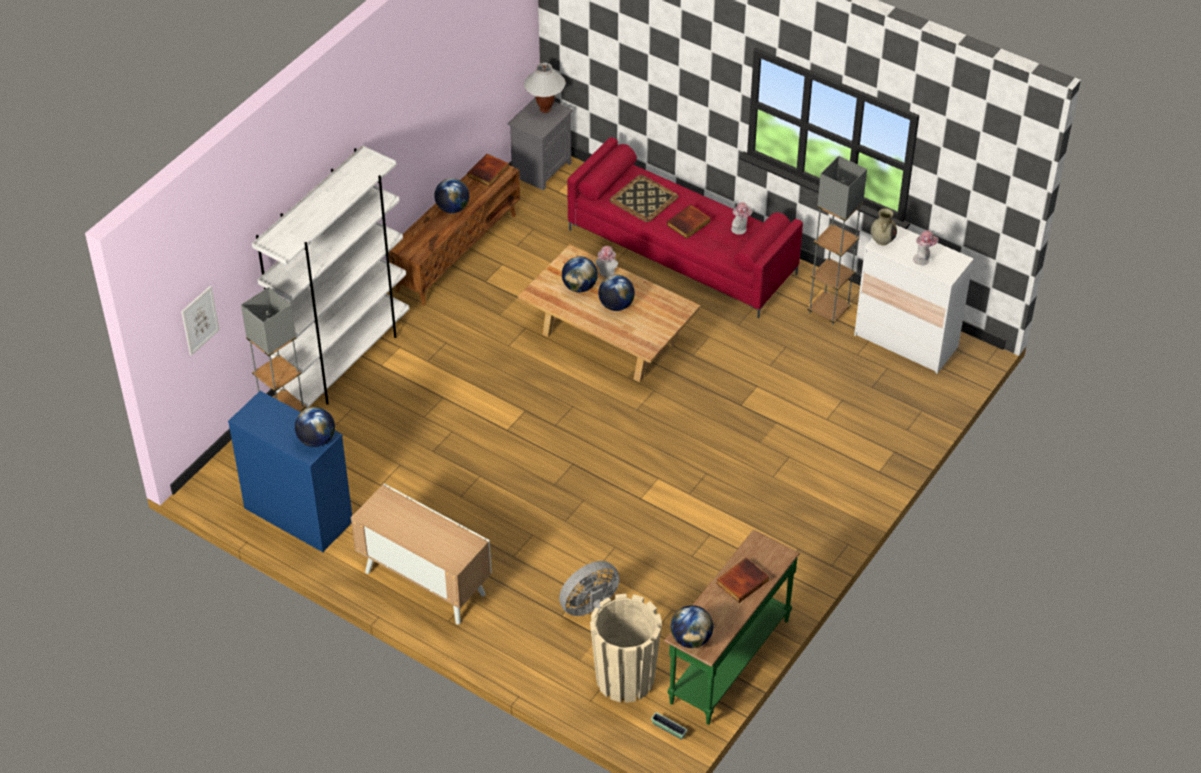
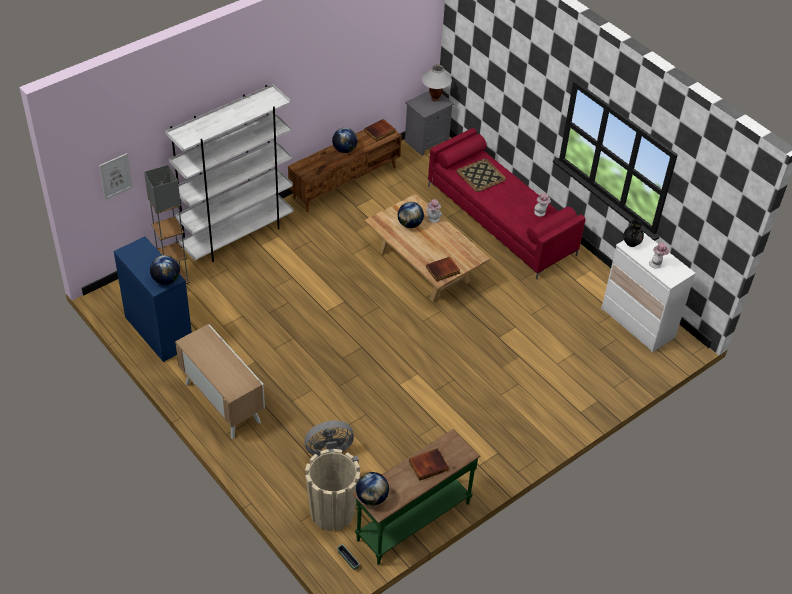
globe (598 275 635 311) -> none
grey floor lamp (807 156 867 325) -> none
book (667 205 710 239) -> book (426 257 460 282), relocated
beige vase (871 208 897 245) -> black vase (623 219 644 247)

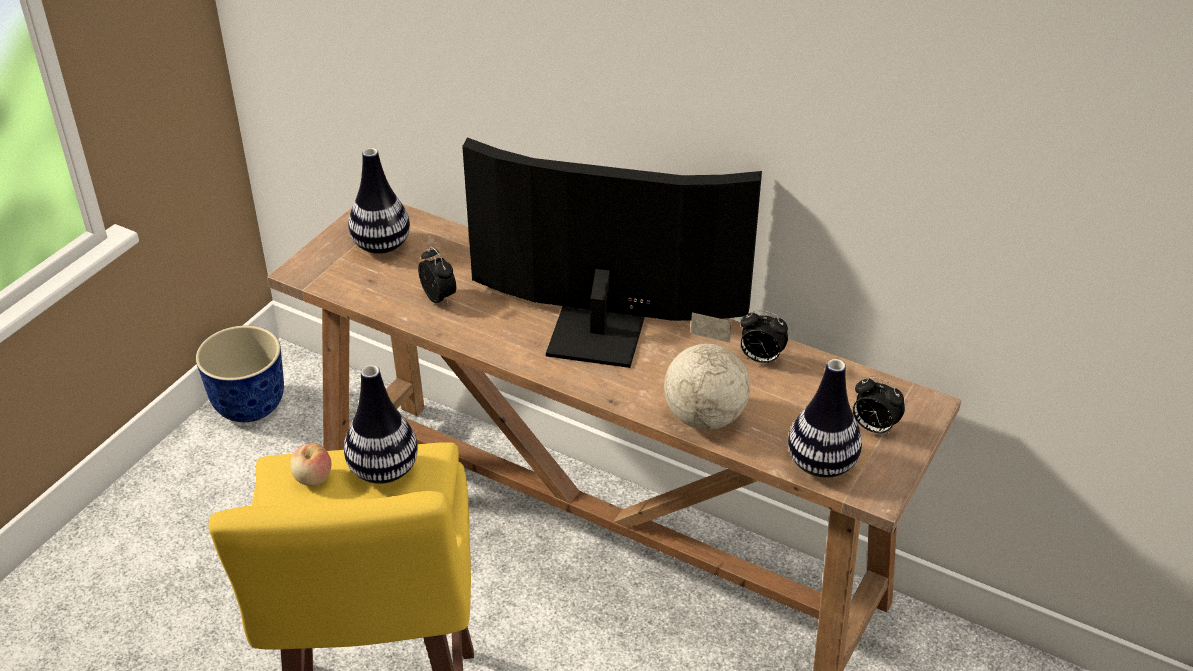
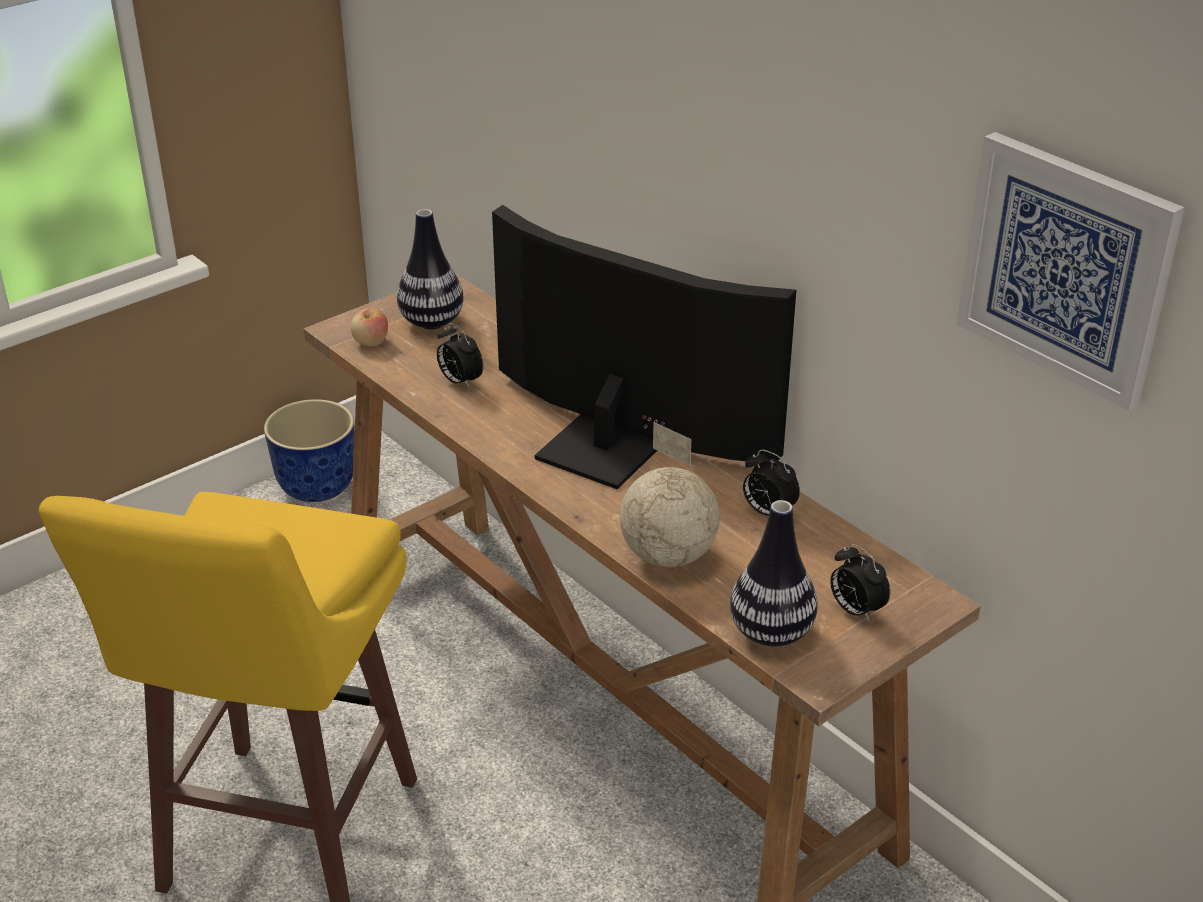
vase (344 365 418 484) -> none
none -> picture (957 132 1185 410)
apple (290 443 331 486) -> apple (351 308 388 347), relocated
alarm clock (418 247 456 305) -> alarm clock (437 323 483 389), 150 degrees clockwise

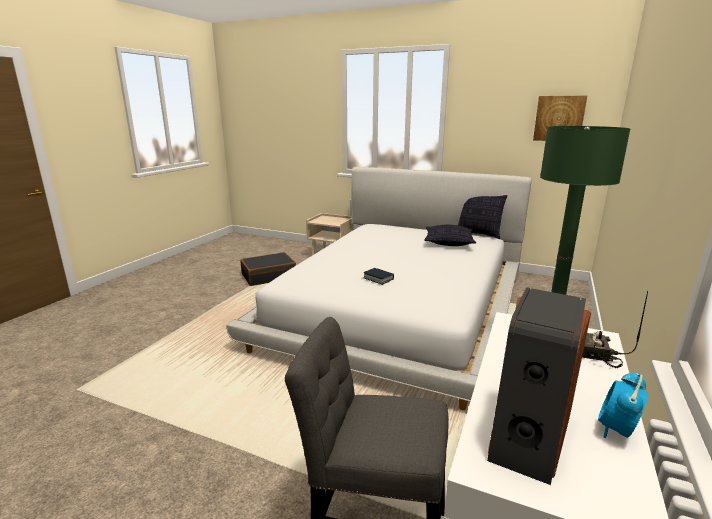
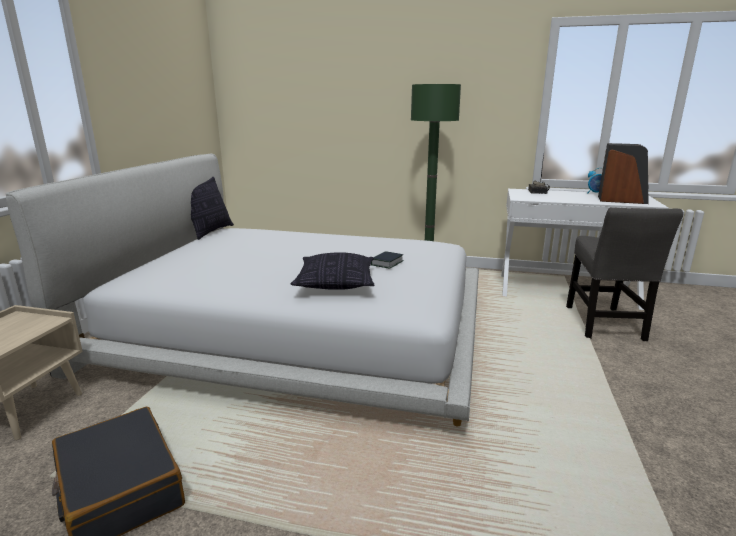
picture (533 96 587 141) -> none
pillow (424 225 476 246) -> pillow (290 252 374 290), relocated

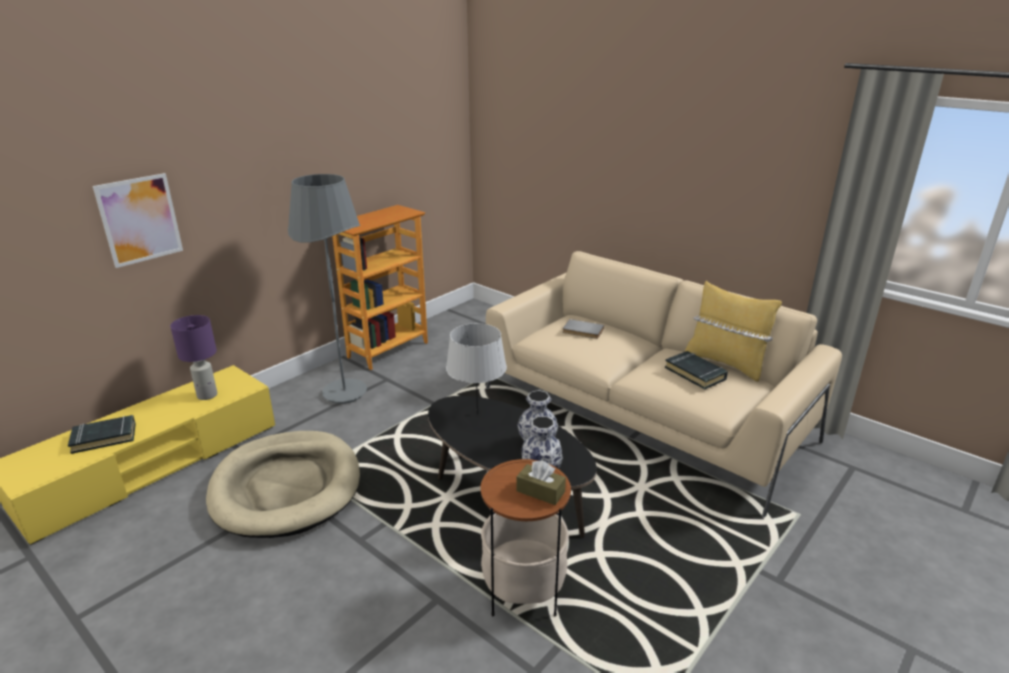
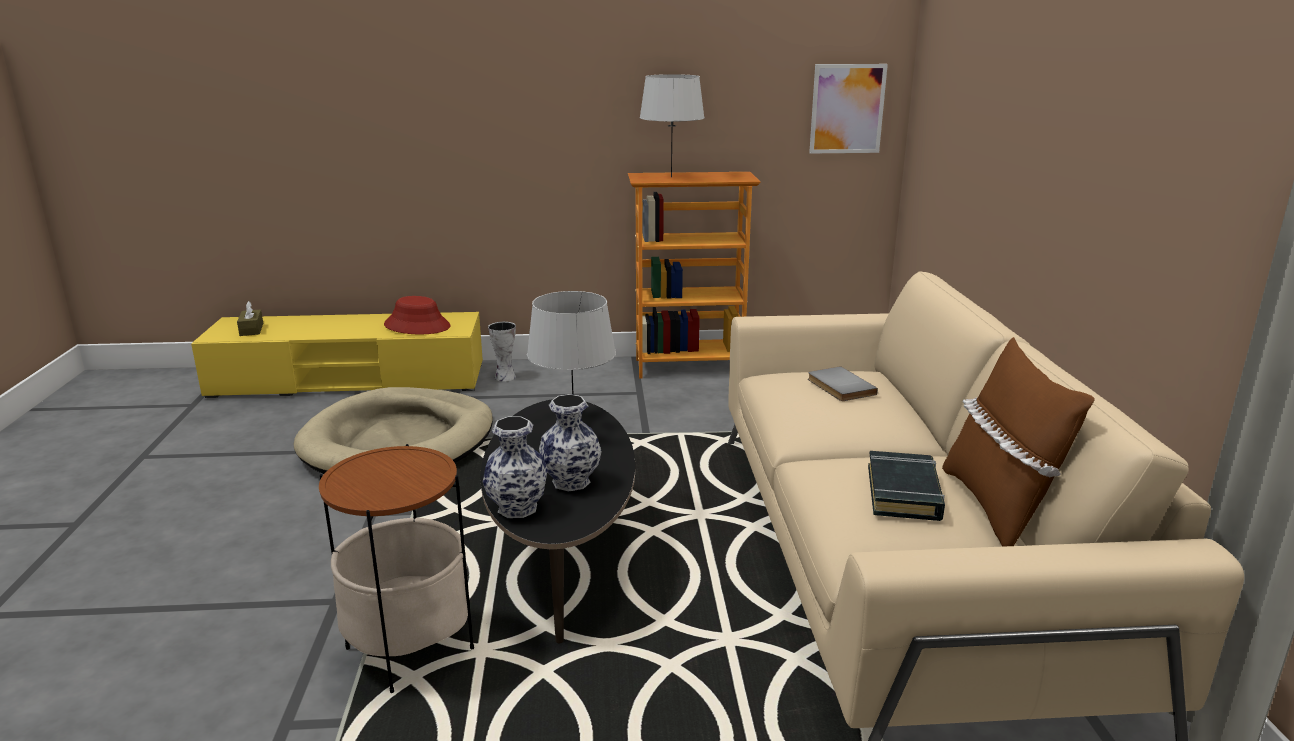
black book (68 415 136 454) -> none
grey floor lamp (288 174 367 404) -> none
none -> vase (488 322 516 382)
none -> grey table lamp (639 74 705 177)
picture (93 173 183 268) -> picture (809 64 888 153), relocated
brown tissue box (516 460 566 505) -> brown tissue box (237 301 263 336), relocated
purple table lamp (170 315 217 400) -> red hat (384 296 451 334)
yellow pillow (684 281 782 382) -> brown pillow (942 337 1095 547)

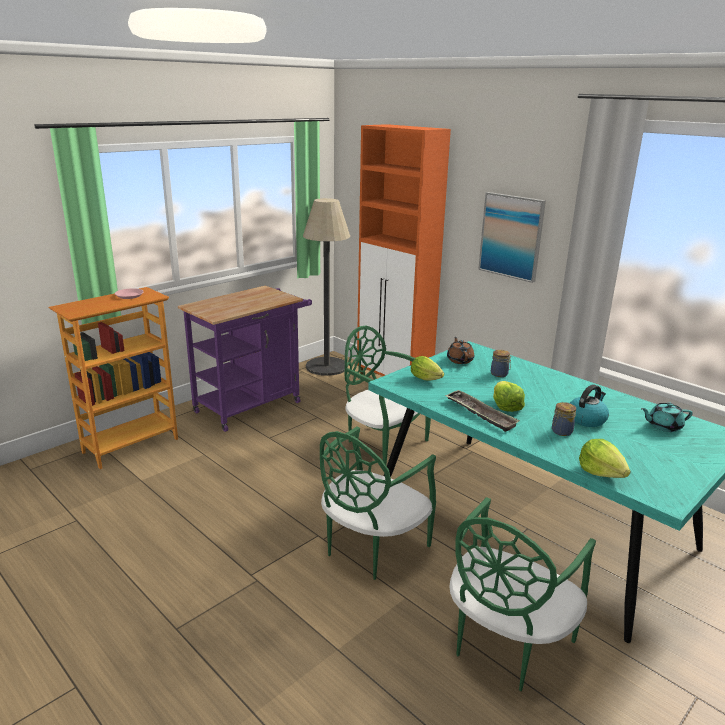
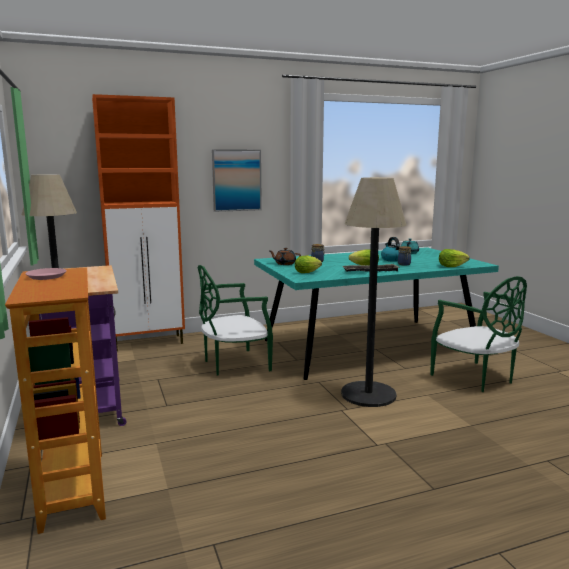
green chair (320 427 436 580) -> floor lamp (341 177 407 407)

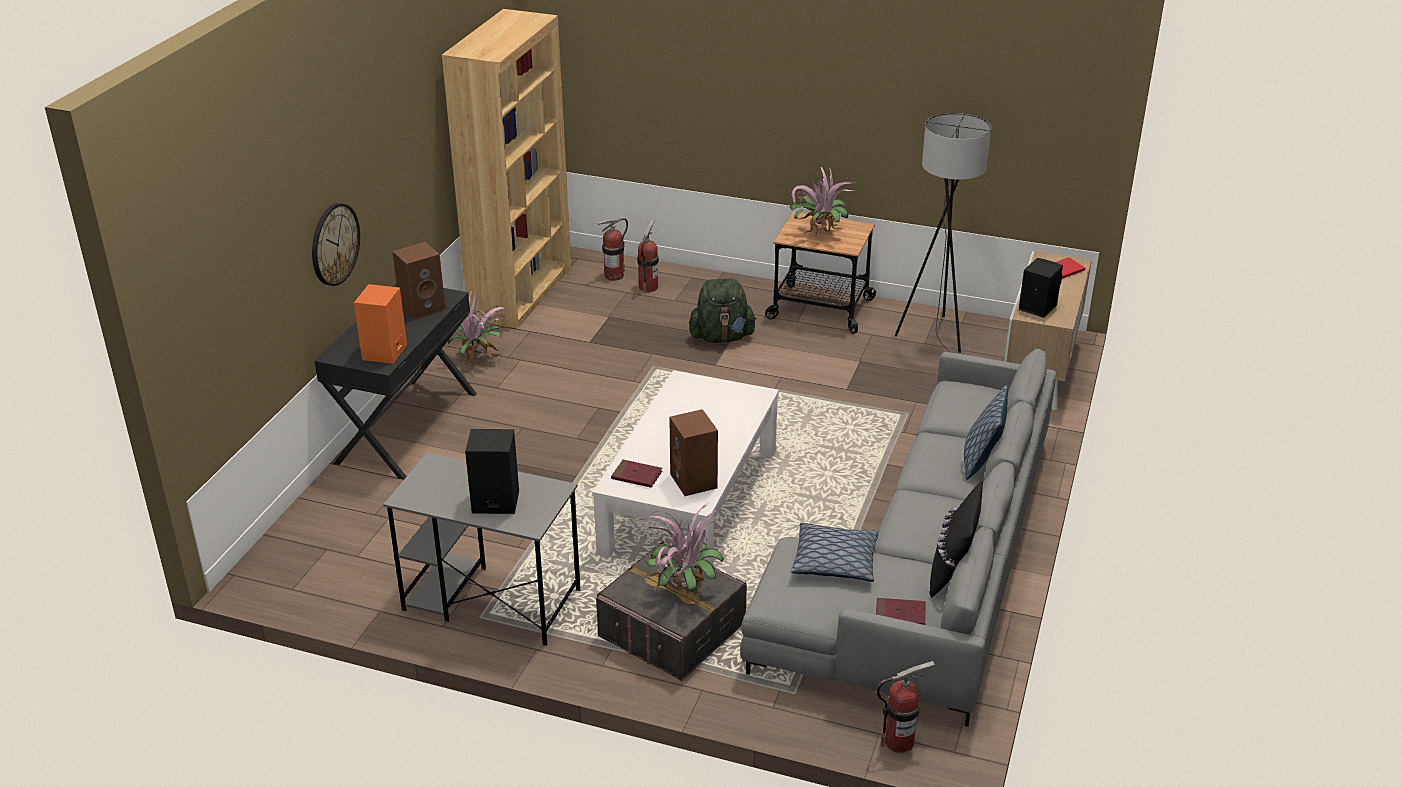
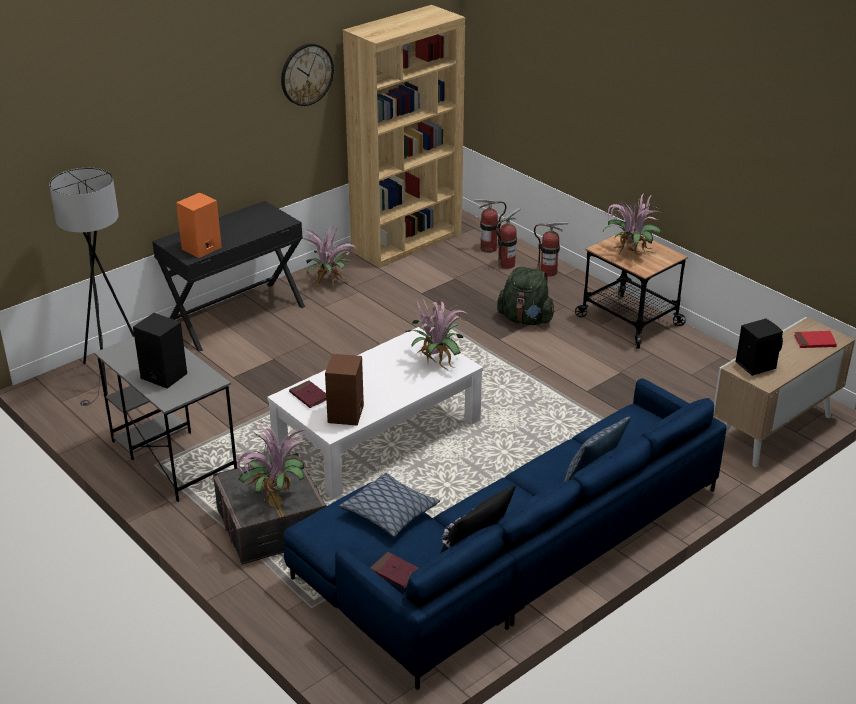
brown speaker (392 242 446 320) -> none
none -> potted plant (406 299 470 373)
wall clock (312 203 360 286) -> wall clock (281 44 334 106), relocated
fire extinguisher (877 661 935 753) -> fire extinguisher (534 222 569 277), relocated
grey floor lamp (895 113 991 353) -> grey floor lamp (49 168 134 406), relocated
grey sofa (740 349 1057 727) -> blue sofa (283 379 727 690)

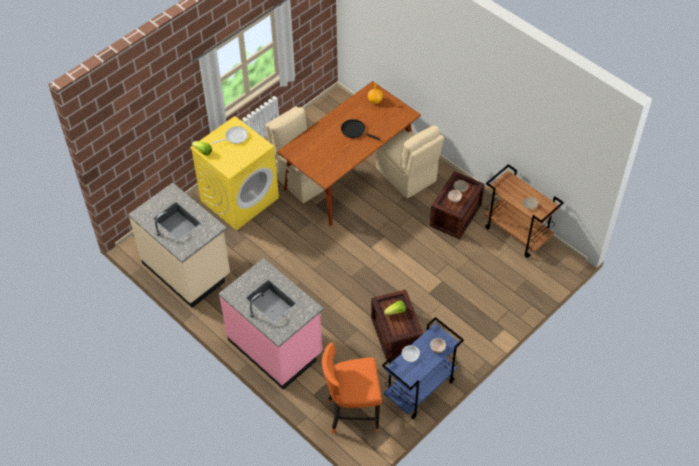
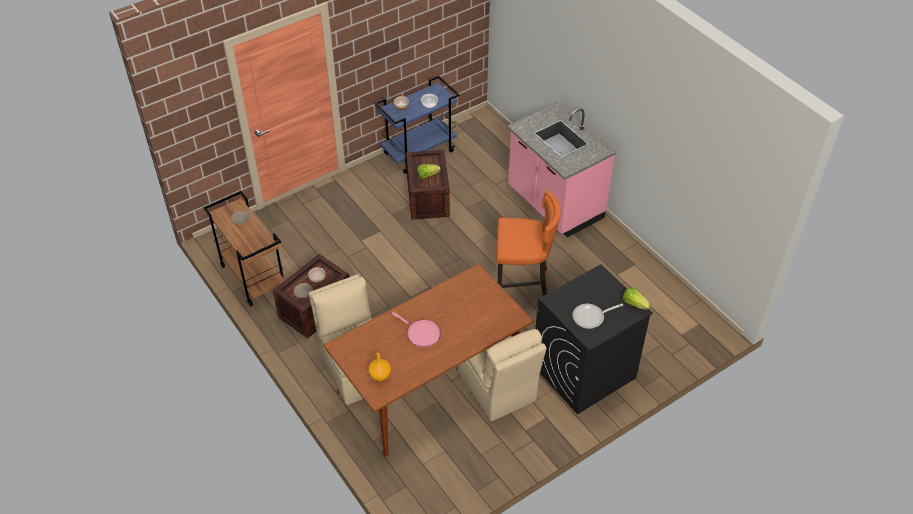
beige counter (128 183 230 308) -> none
orange stool (322 343 382 434) -> orange stool (496 190 561 296), relocated
yellow washing machine (190 116 279 230) -> black washing machine (535 264 653 415)
black frying pan (341 119 380 140) -> pink frying pan (392 312 441 348)

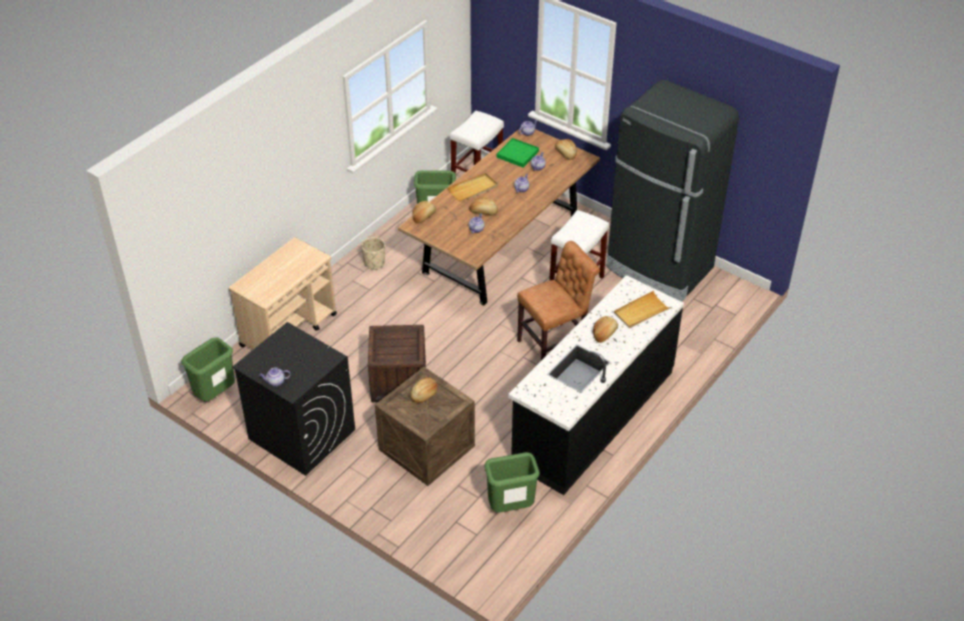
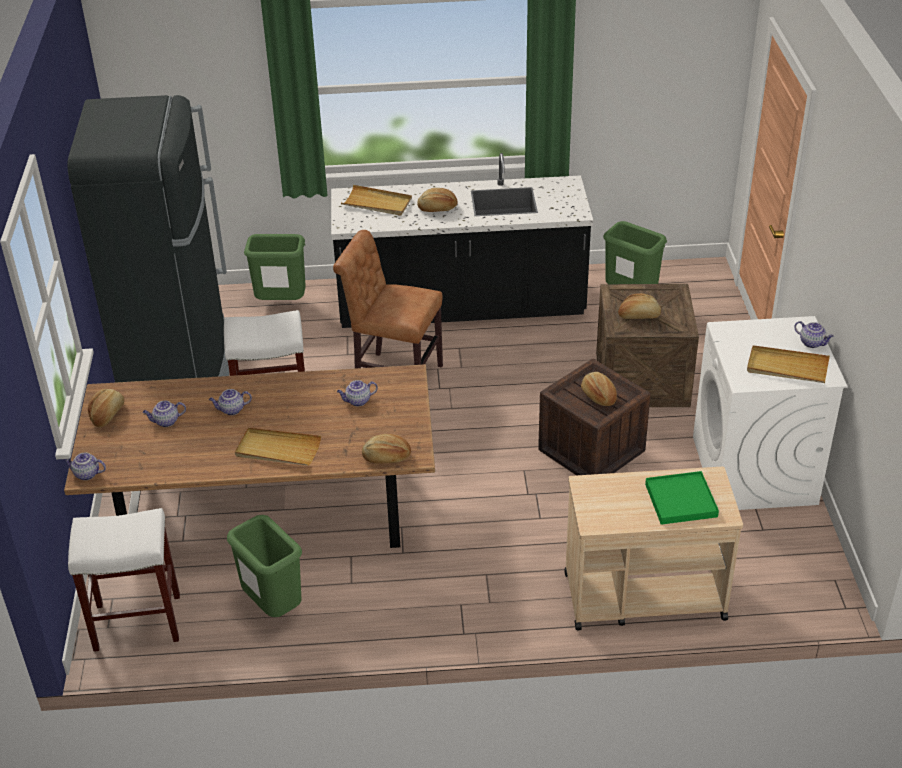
beige planter (361 237 385 270) -> none
none -> beige tray (747 345 830 383)
green trash can (182 337 235 401) -> green trash can (244 234 306 300), relocated
bread (469 197 498 215) -> bread (581 372 617 406), relocated
green tray (497 138 539 167) -> green tray (645 471 719 525), relocated
black washing machine (232 322 355 476) -> white washing machine (693 316 848 510)

